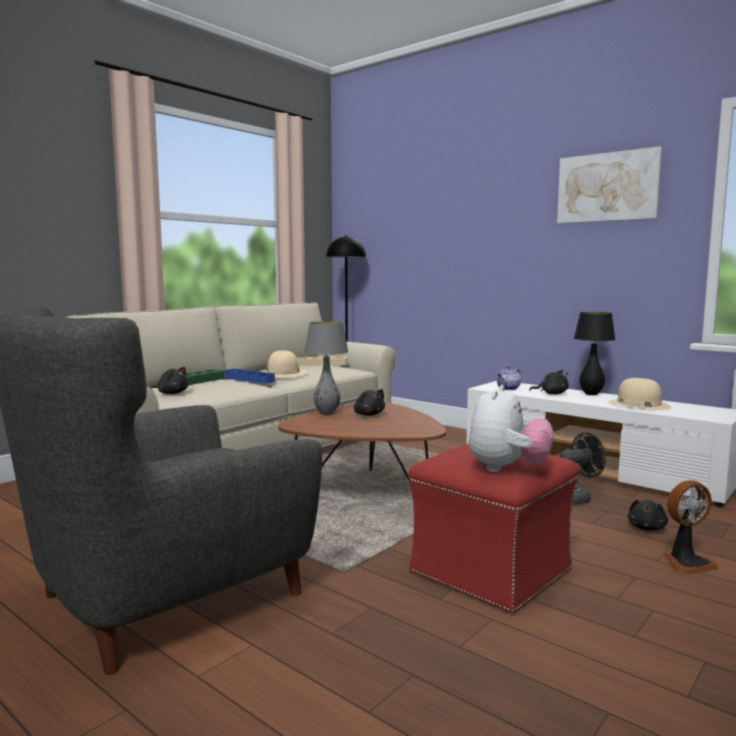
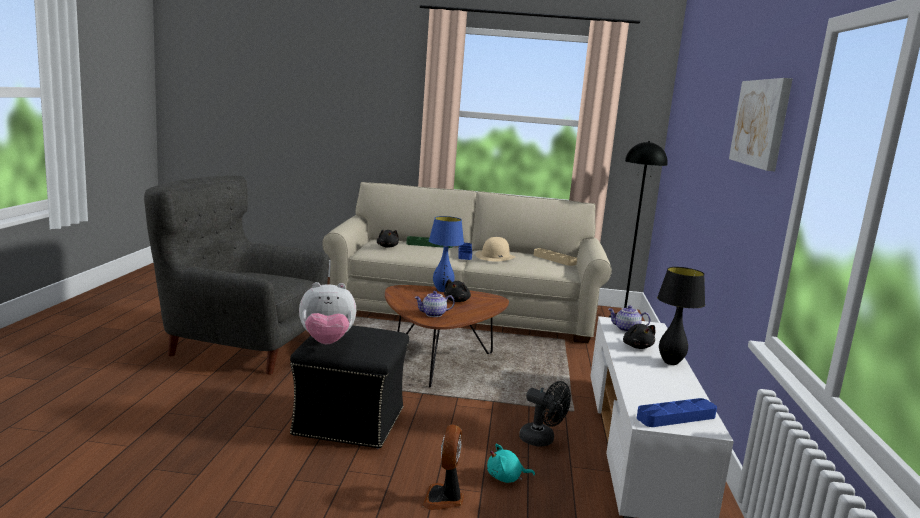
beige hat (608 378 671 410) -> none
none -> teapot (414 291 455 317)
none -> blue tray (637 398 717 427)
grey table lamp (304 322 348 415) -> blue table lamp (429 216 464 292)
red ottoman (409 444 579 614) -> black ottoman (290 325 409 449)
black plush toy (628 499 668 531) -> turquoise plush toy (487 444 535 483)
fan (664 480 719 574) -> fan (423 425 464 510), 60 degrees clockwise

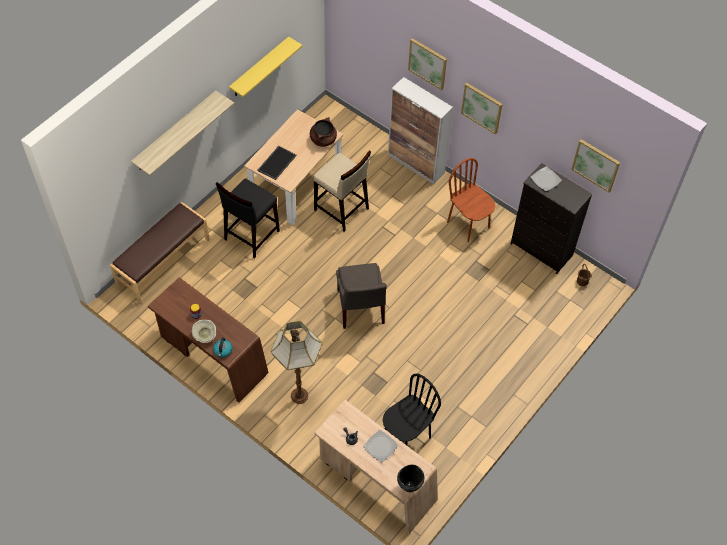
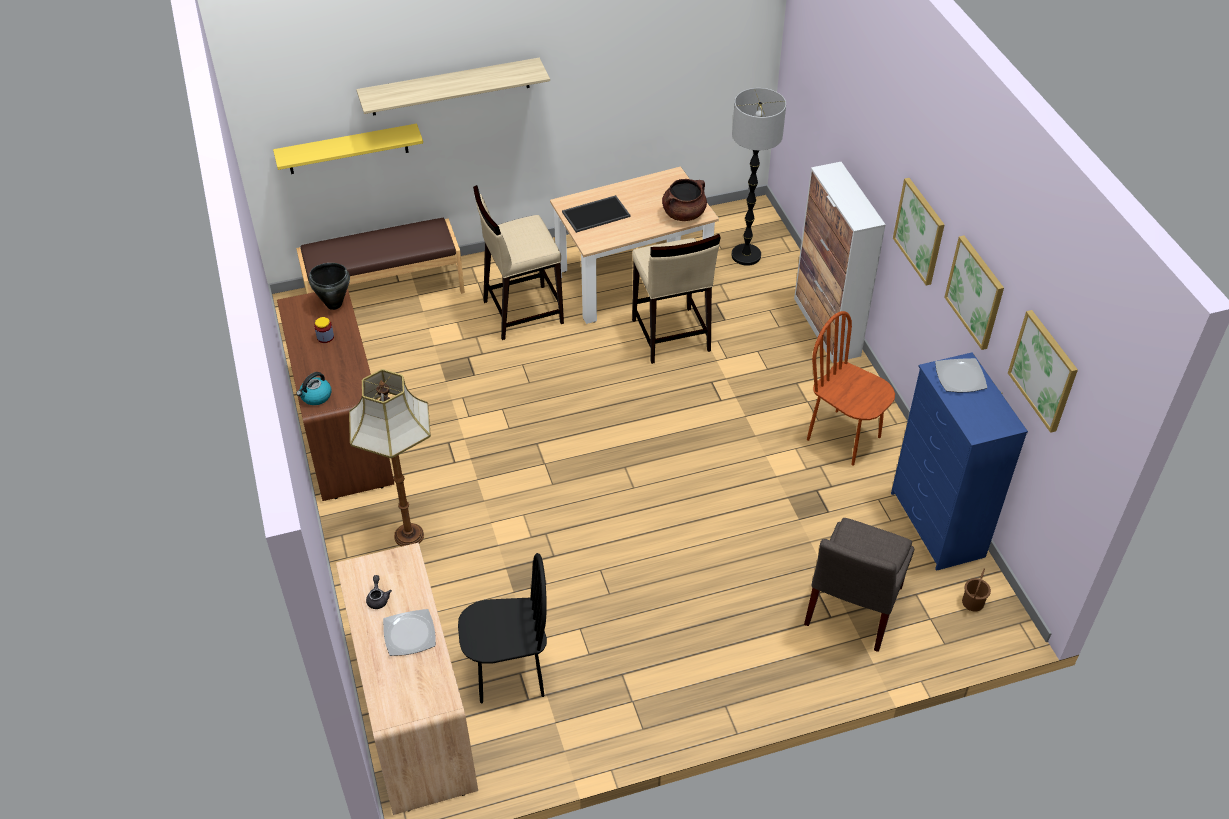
beige bowl (192 320 216 343) -> none
none -> floor lamp (732 88 786 266)
yellow shelf (229 37 303 97) -> yellow shelf (273 124 423 174), relocated
grey chair (336 263 387 329) -> grey chair (804 518 914 652), relocated
black cooking pot (397 465 424 492) -> black cooking pot (309 263 350 310), relocated
picture (408 38 447 90) -> picture (944 235 1004 350), relocated
black stool (216 179 280 259) -> beige stool (473 185 564 340)
black dresser (511 163 593 274) -> blue dresser (891 352 1028 571)
brown chair (447 158 495 242) -> brown chair (807 311 895 466), 45 degrees counterclockwise

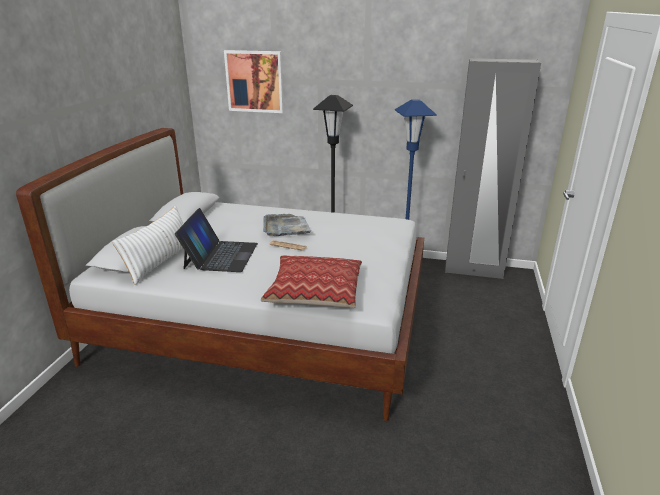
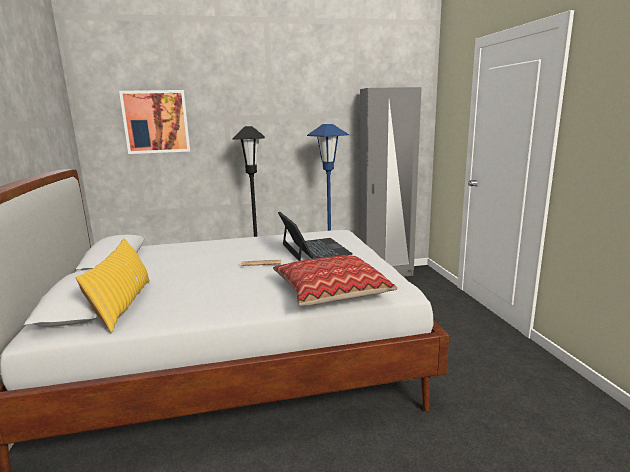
grey tray (263 214 312 236) -> none
laptop (175 208 258 272) -> laptop (278 211 353 261), relocated
white pillow (112 206 184 285) -> yellow pillow (76 238 150 332)

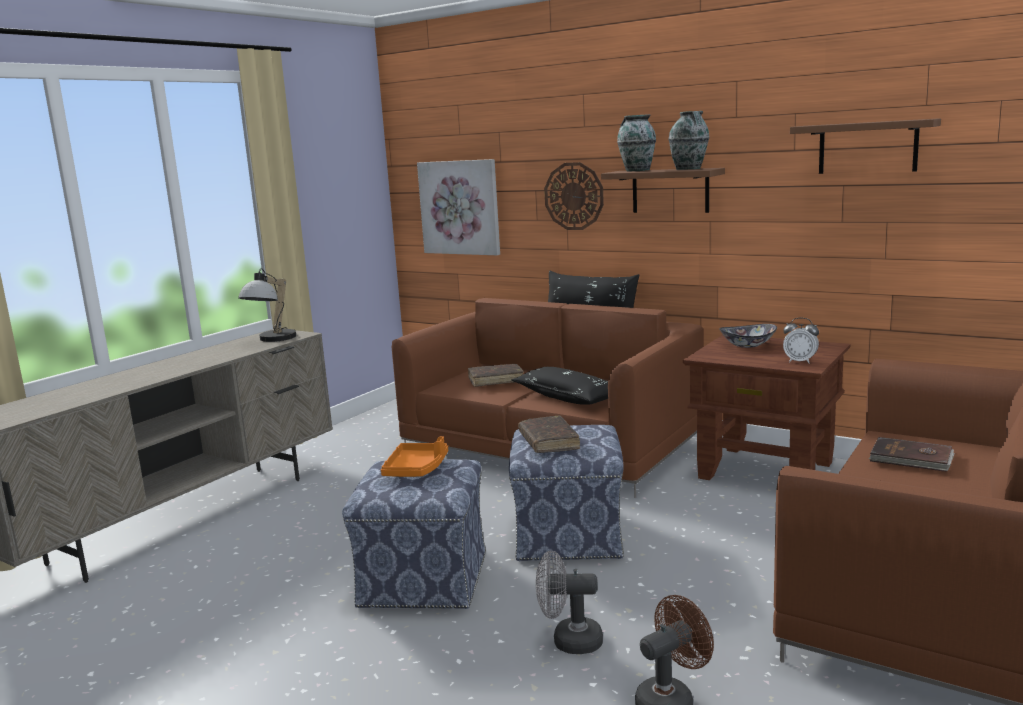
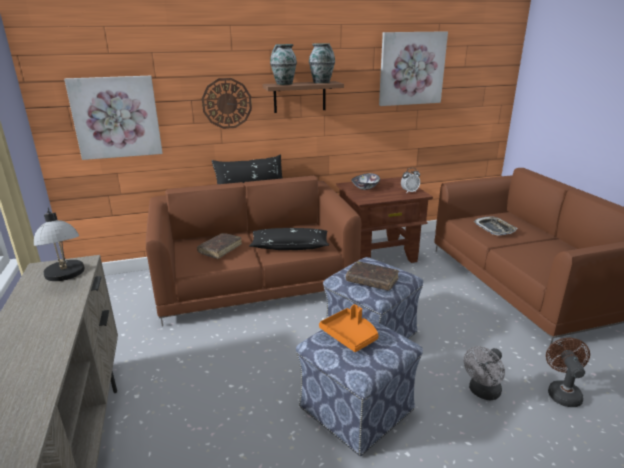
brown shelf (790 118 941 174) -> picture (379 31 448 106)
brown book (869 437 955 472) -> tray (474 216 518 235)

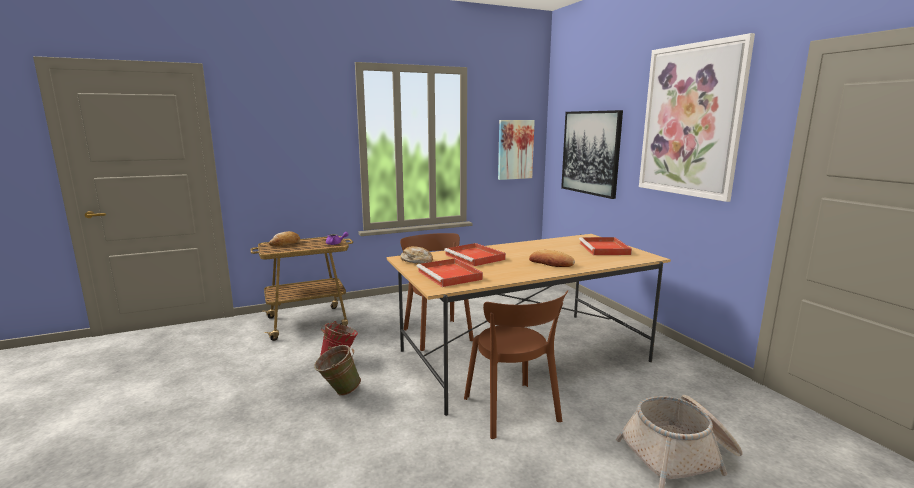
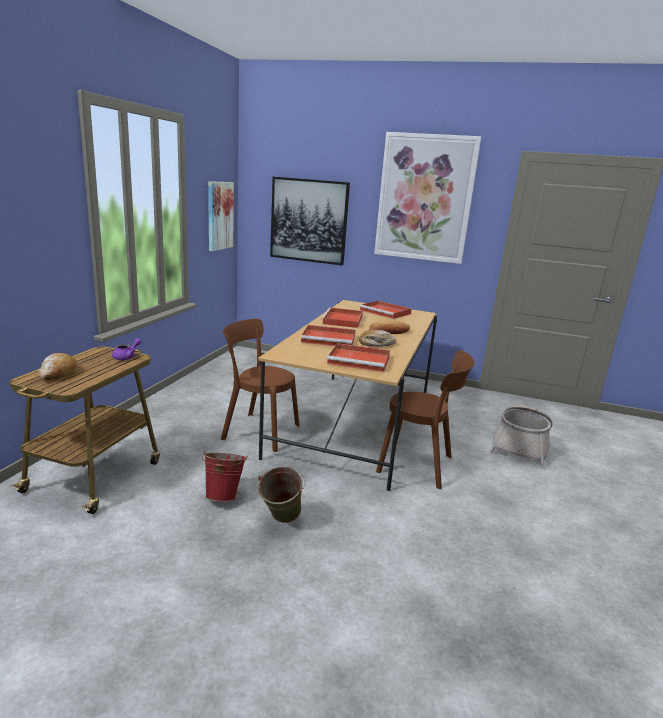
none -> red tray (321 308 363 328)
bread (401 246 433 264) -> bread (359 330 396 346), relocated

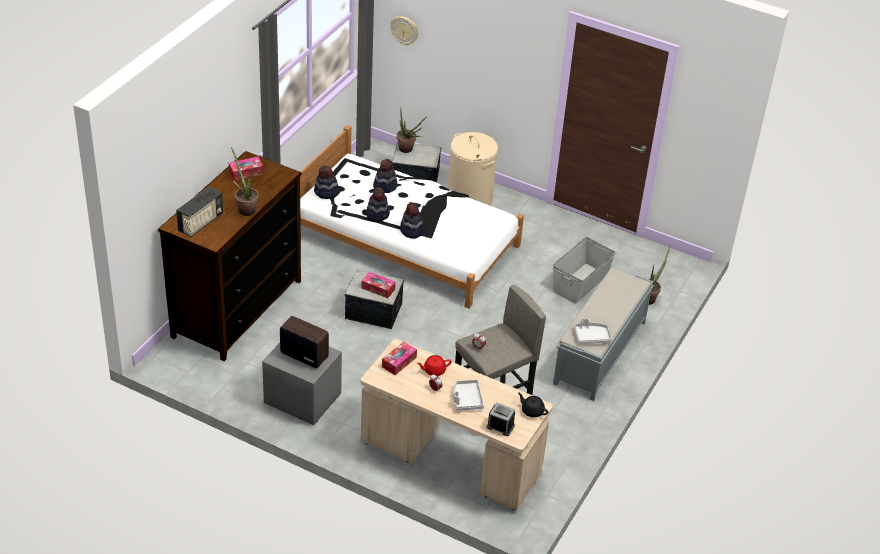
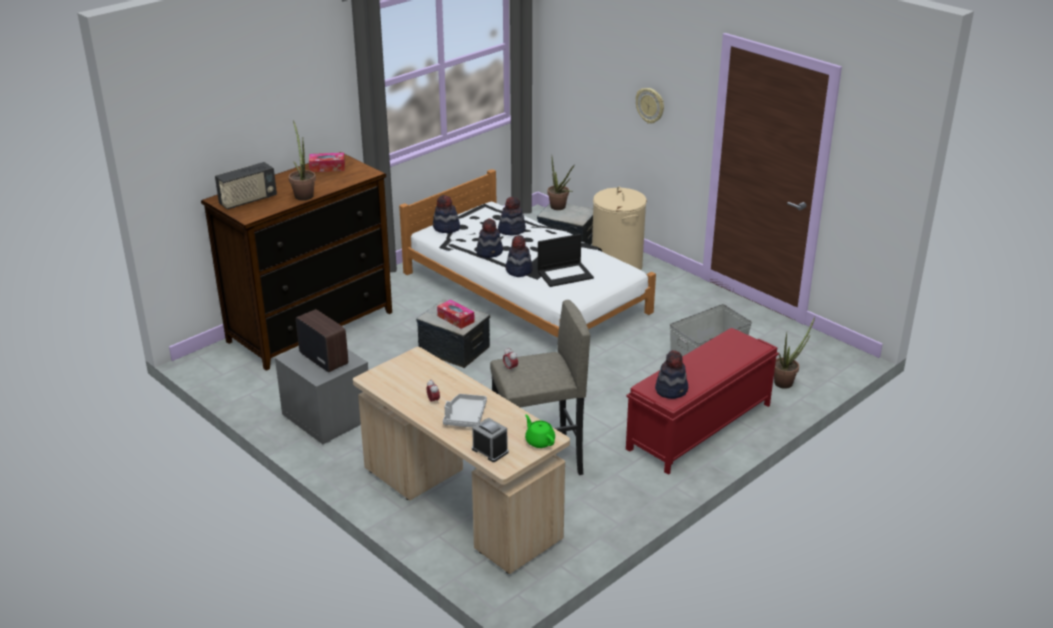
tissue box (382 341 417 375) -> none
red teapot (417 355 452 376) -> none
none -> laptop (538 234 594 287)
wall clock (390 16 418 45) -> wall clock (636 88 664 124), relocated
grey tray (574 318 612 344) -> hat (655 350 688 399)
black teapot (518 392 548 418) -> green teapot (525 415 555 448)
grey bench (553 268 654 401) -> red bench (626 328 779 475)

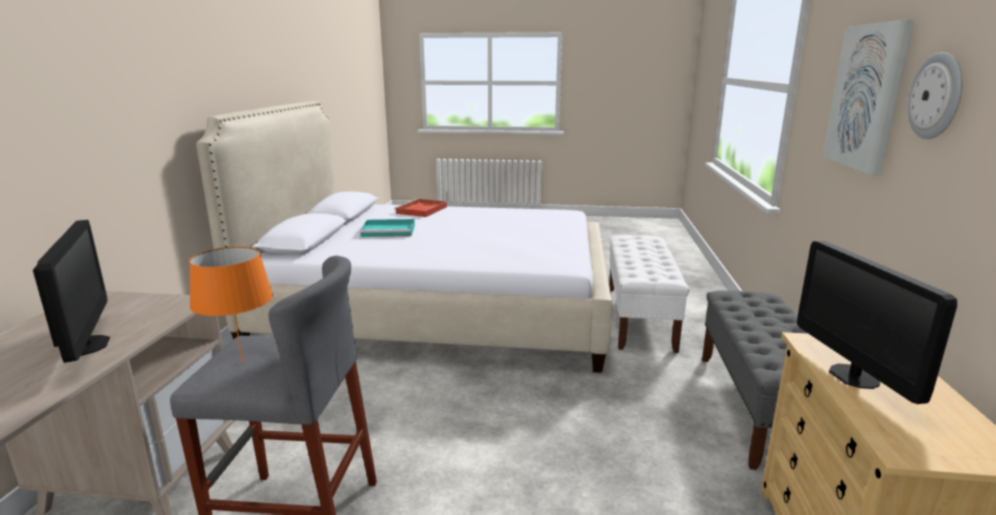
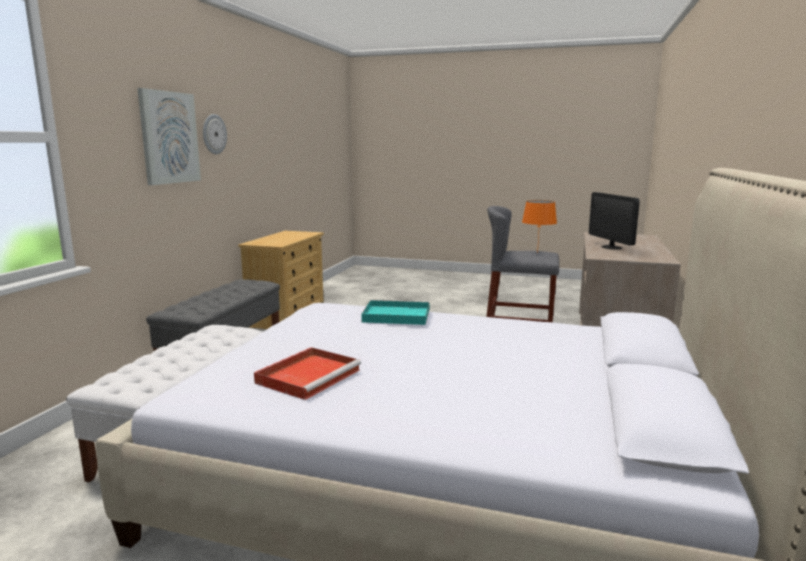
monitor (797 241 957 404) -> none
turquoise tray (360 219 415 237) -> turquoise tray (361 300 429 325), relocated
red tray (394 199 447 217) -> red tray (254 347 361 400), relocated

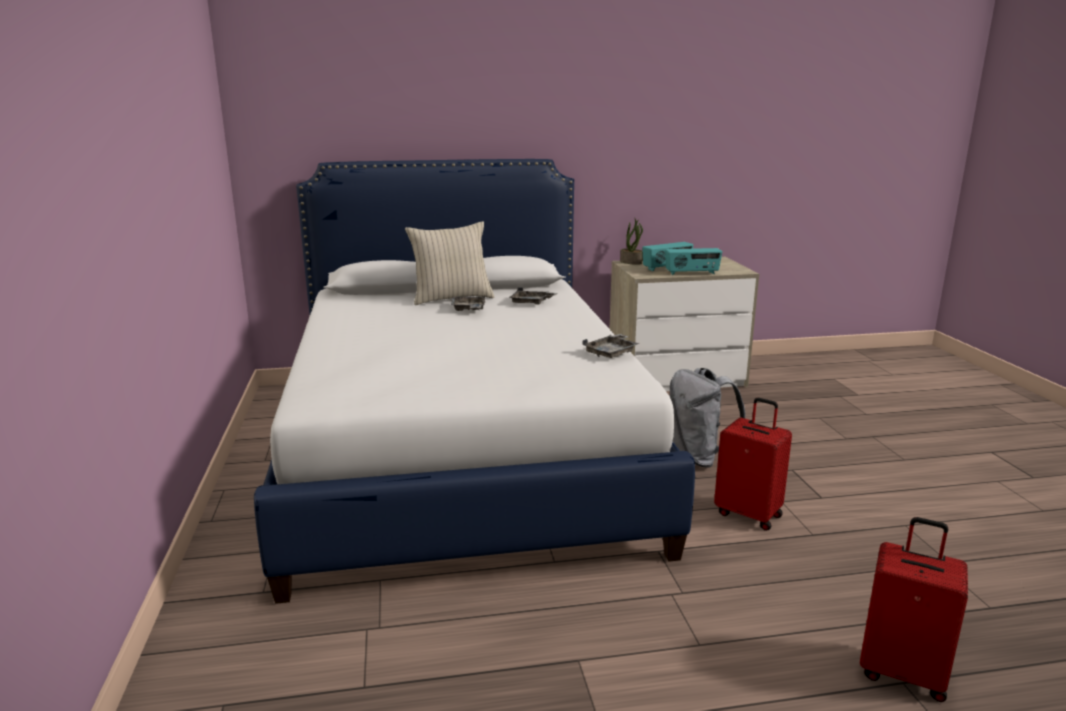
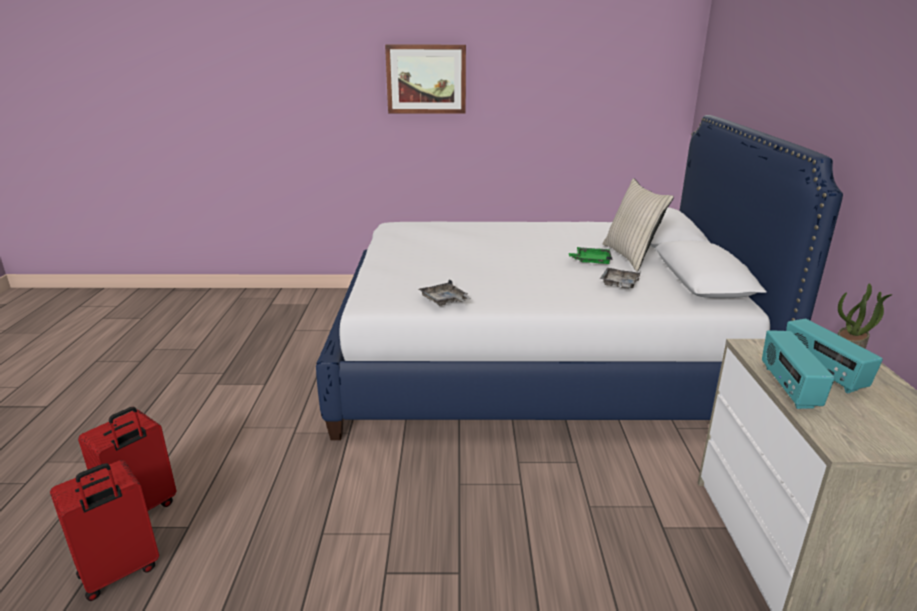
grey backpack (669 368 746 468) -> none
none -> picture (385 45 466 113)
red suitcase (714 398 792 531) -> red suitcase (50 460 159 601), relocated
grey tray (451 295 485 311) -> green tray (569 247 612 264)

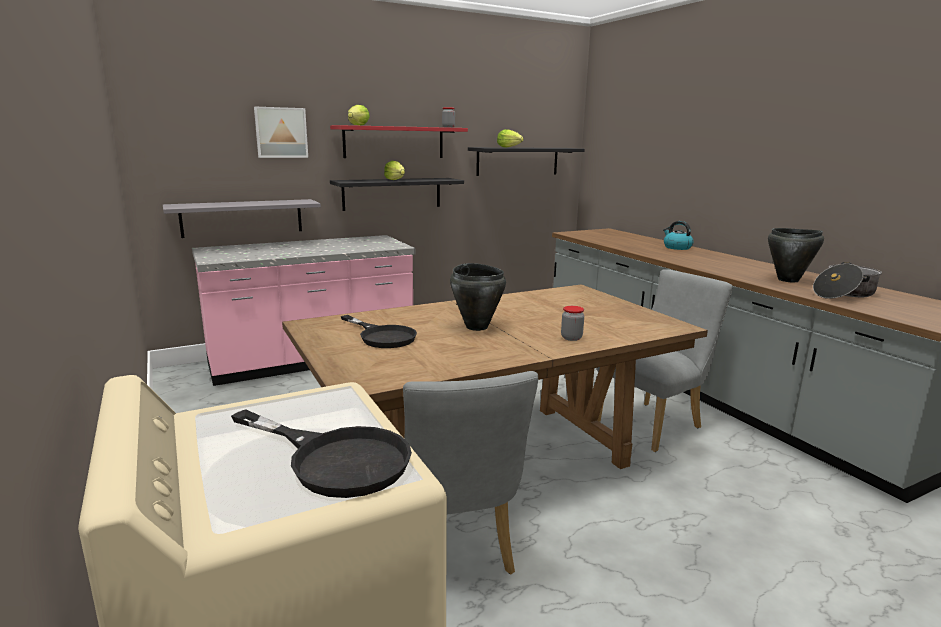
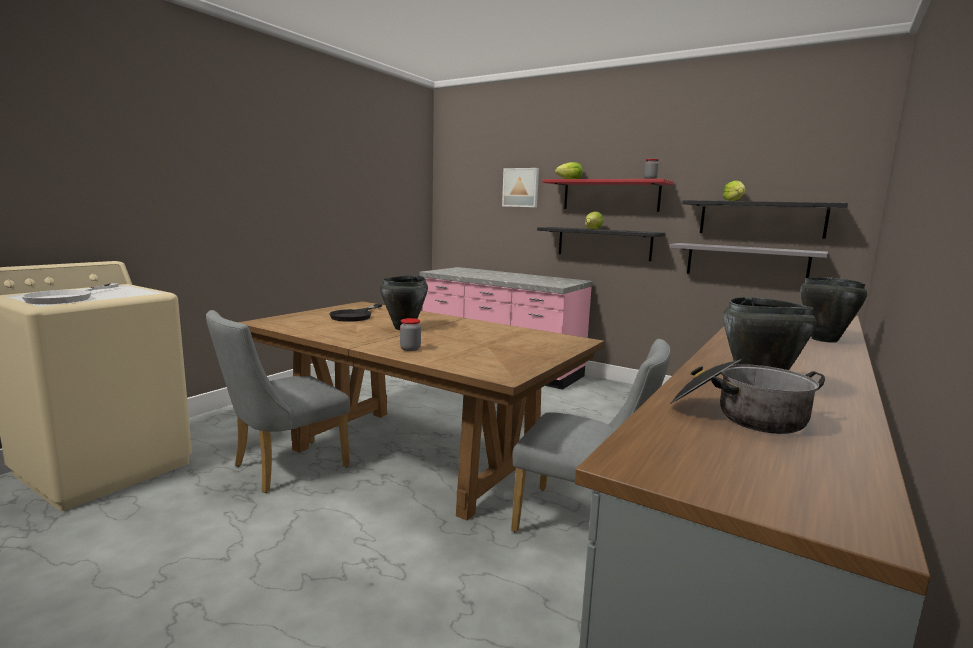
grey shelf (163 199 321 238) -> grey shelf (669 243 828 278), relocated
kettle (663 221 694 250) -> black cooking pot (800 277 867 343)
black frying pan (231 409 412 498) -> white frying pan (21 284 119 304)

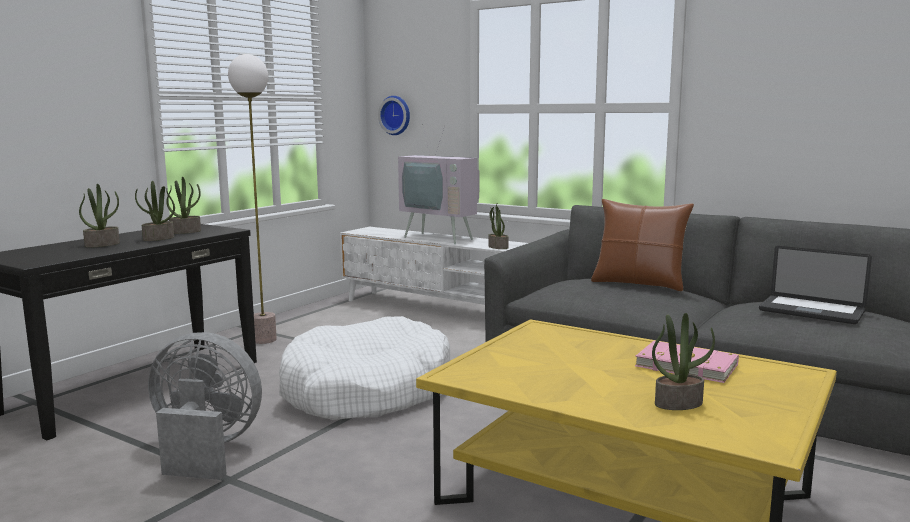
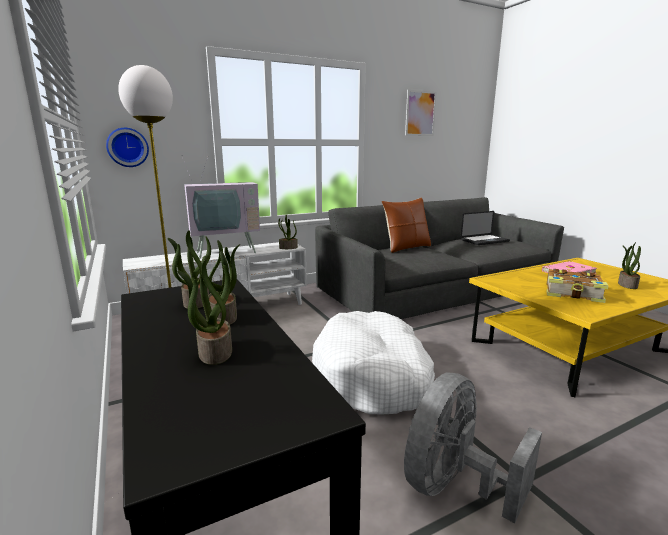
none -> picture (405 90 437 136)
none -> book (546 269 608 303)

